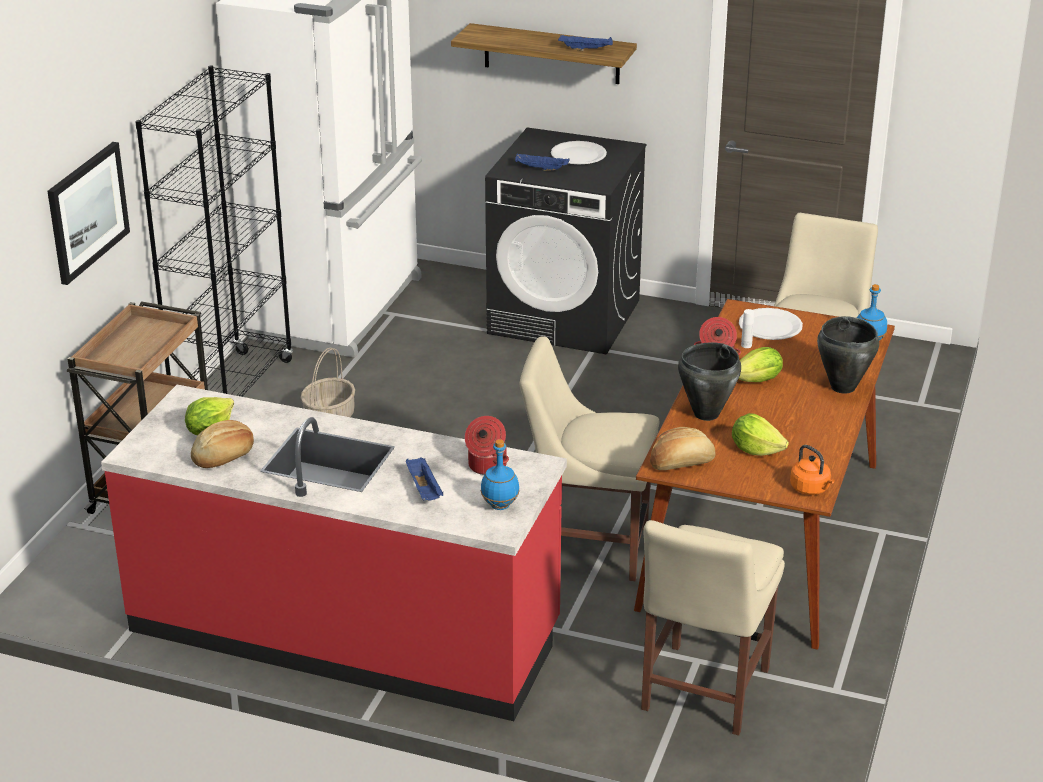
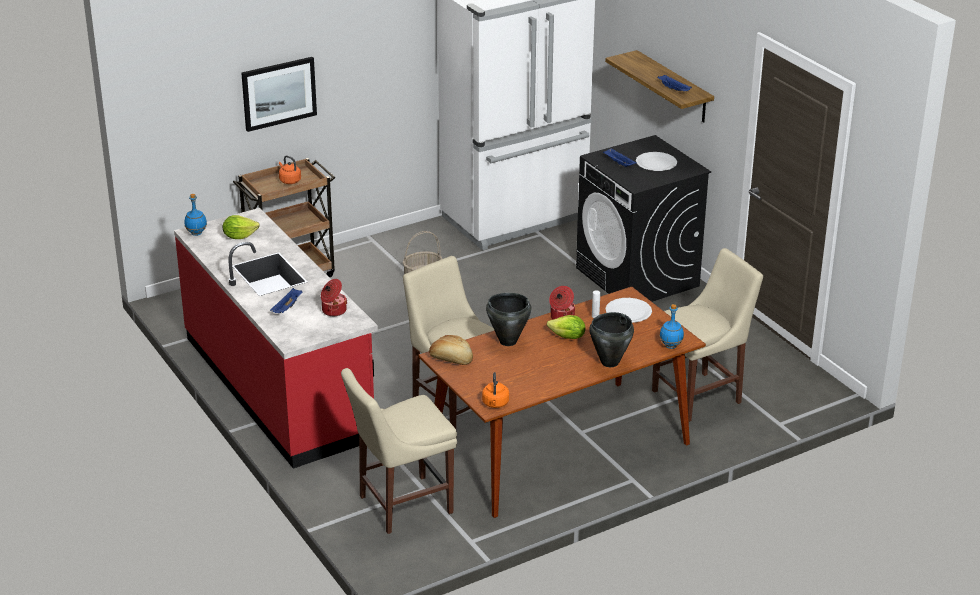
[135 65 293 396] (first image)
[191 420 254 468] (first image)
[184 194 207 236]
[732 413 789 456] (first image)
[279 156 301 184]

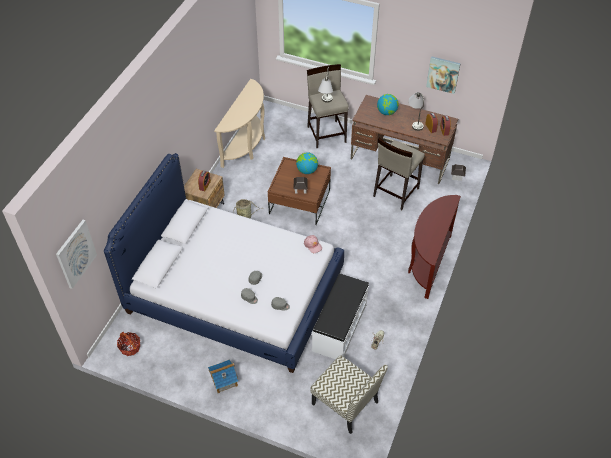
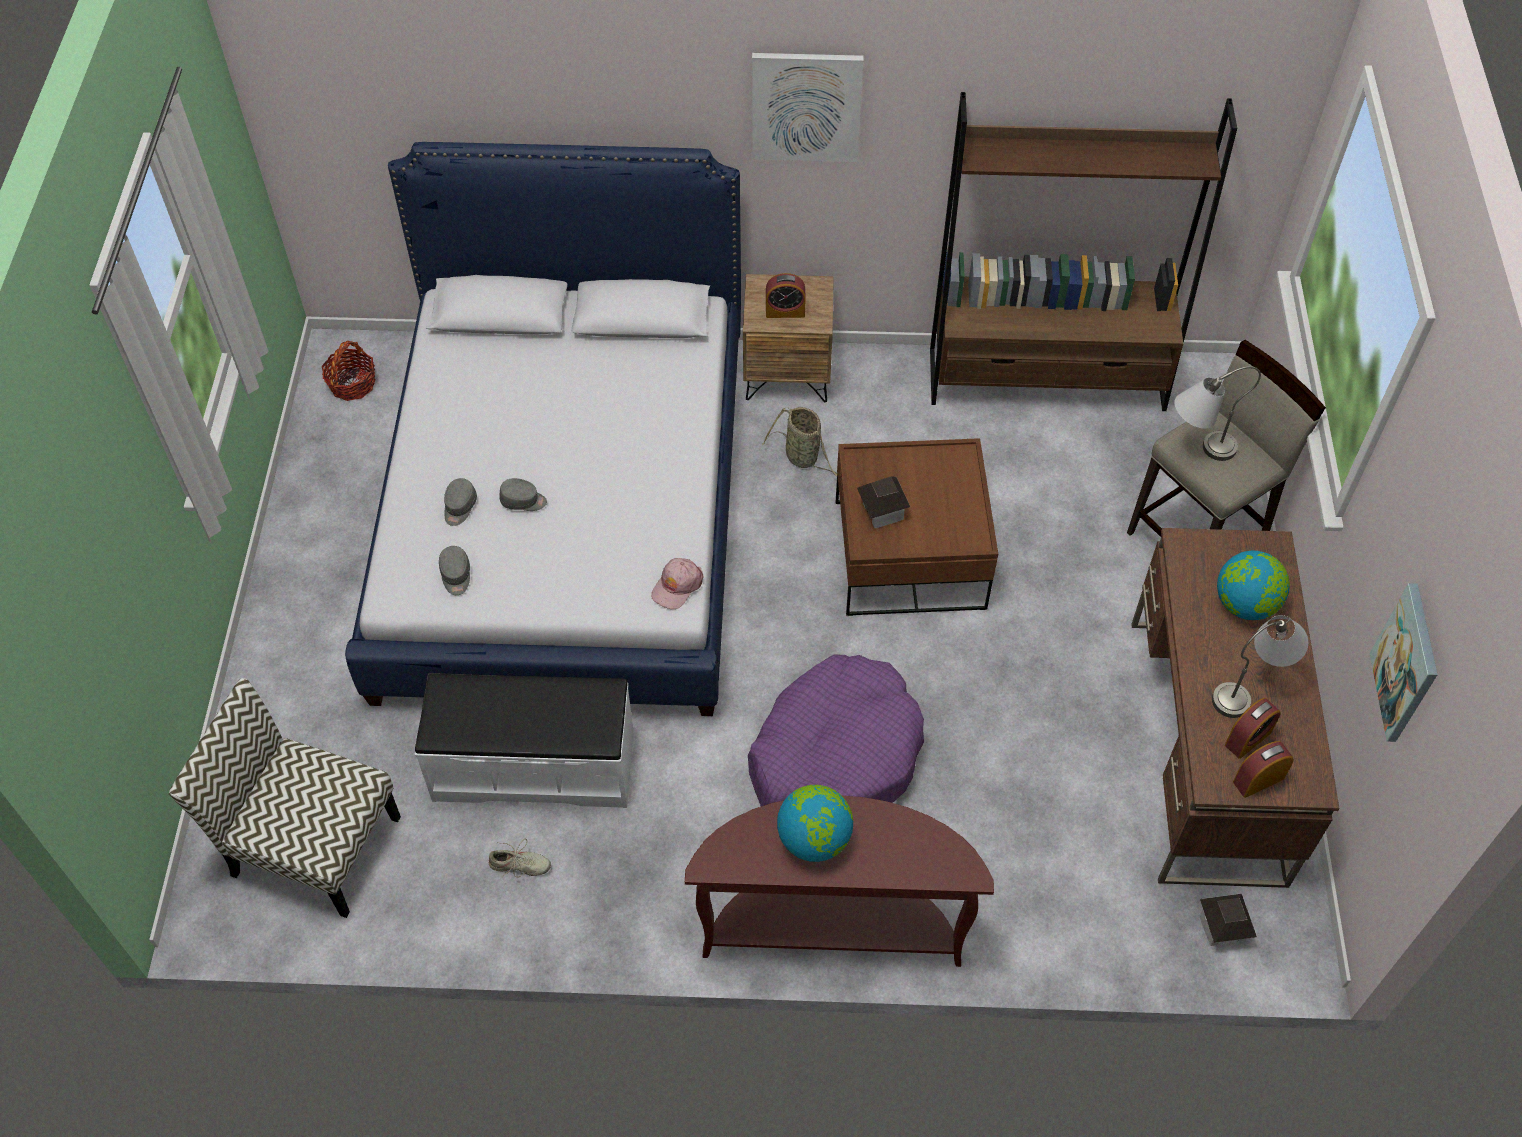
[752 53 863 162]
[208 360 238 393] (first image)
[930 92 1237 411]
[777 785 853 862]
[169 678 401 918]
[373 138 425 210] (first image)
[748 655 924 806]

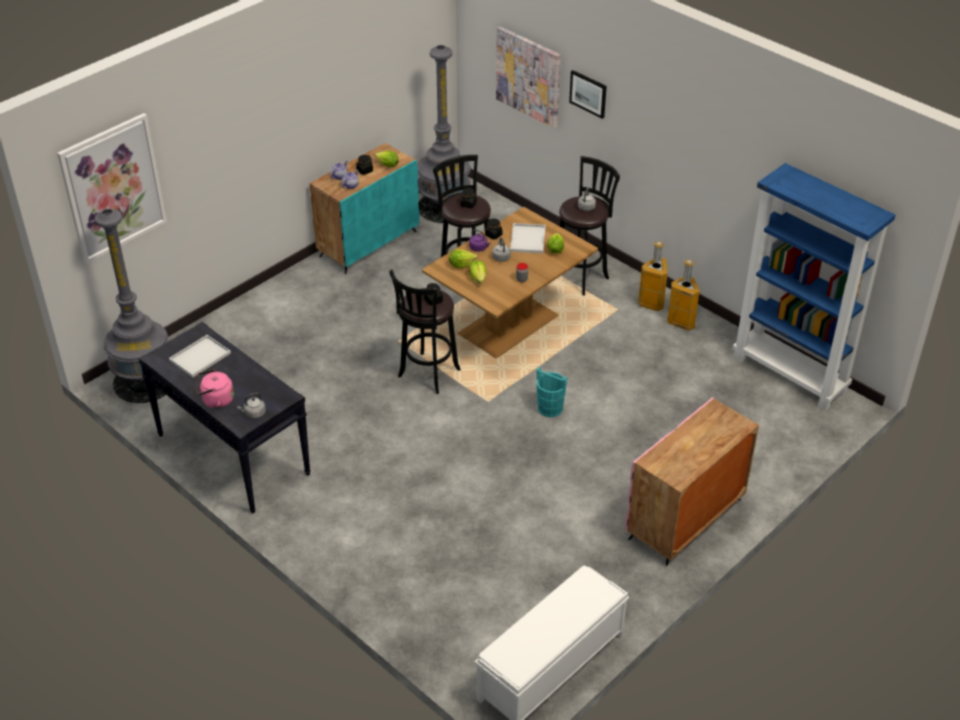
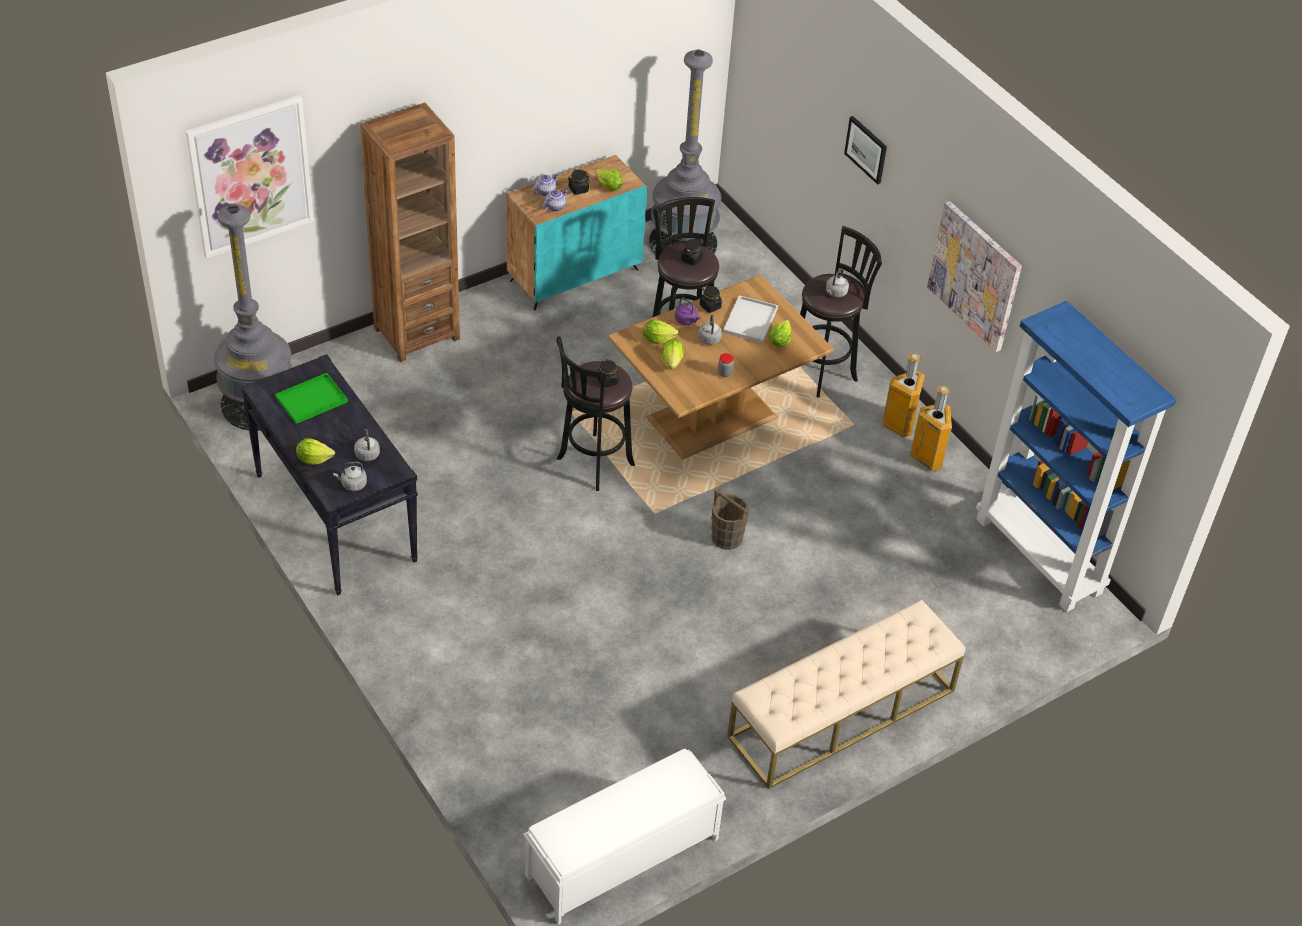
[275 373 348 424]
[296 438 335 465]
[927 201 1022 352]
[711 487 749 550]
[727 600 965 789]
[354 429 380 461]
[360 103 460 362]

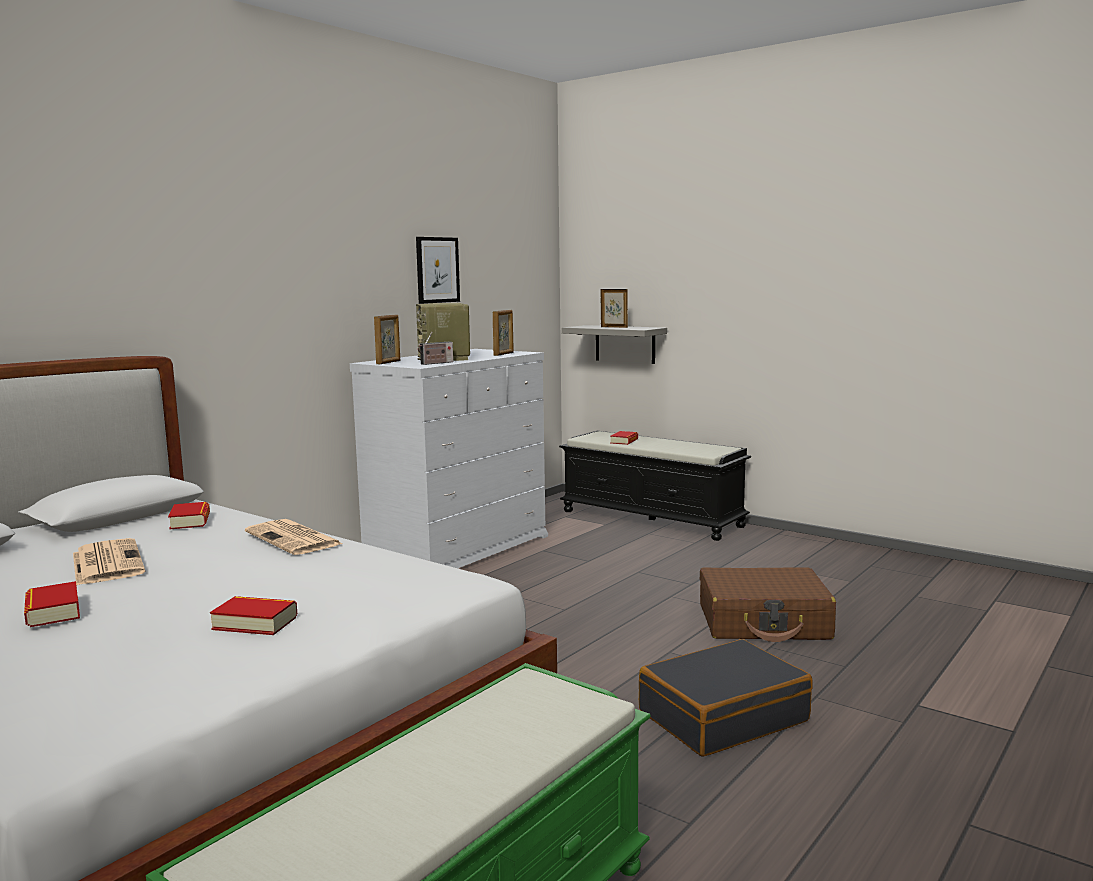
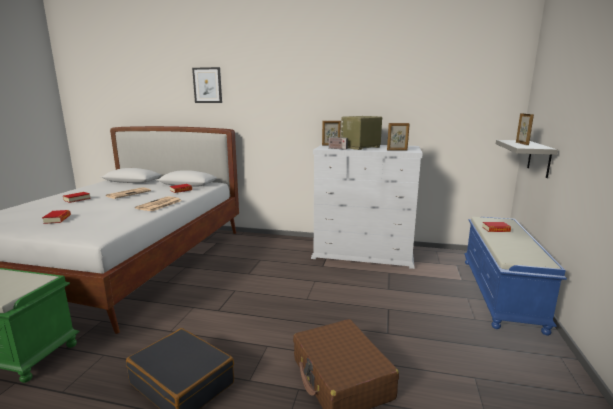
[192 67 222 103]
[464 217 567 335]

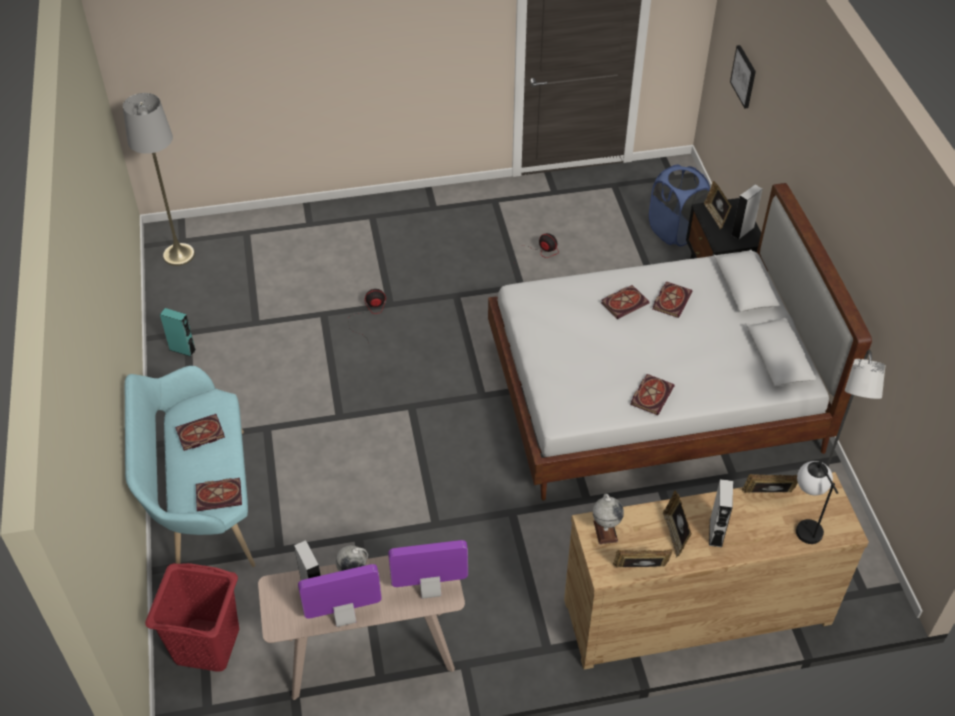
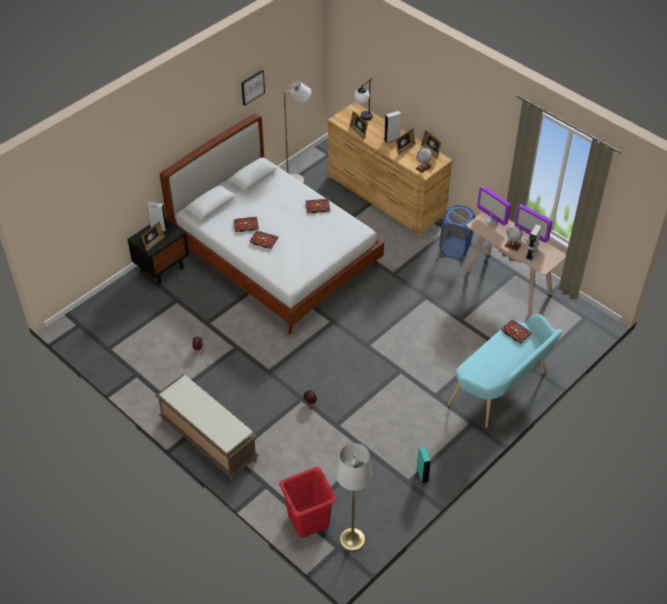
[279 467 336 538]
[175 414 225 451] (first image)
[440 205 475 259]
[241 70 265 106]
[155 374 259 480]

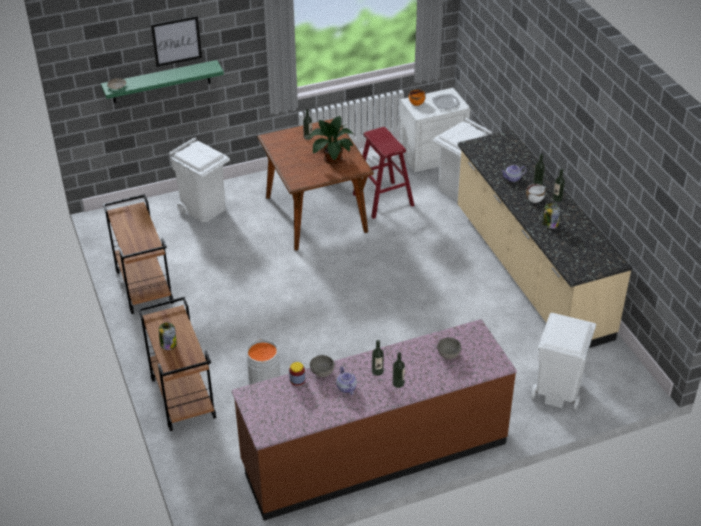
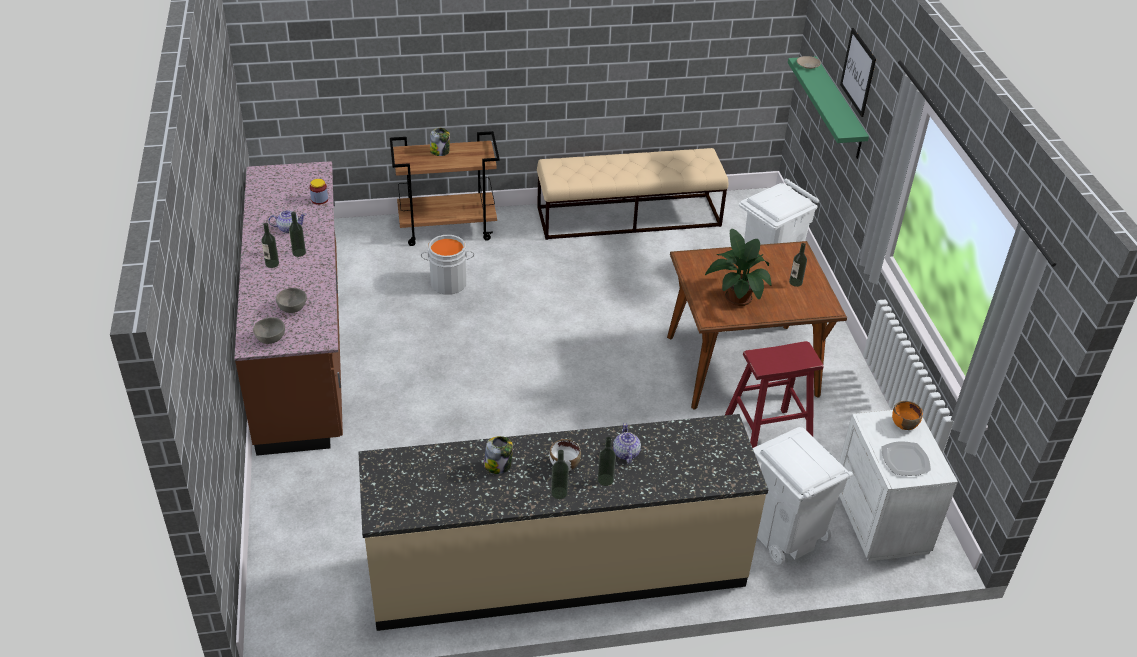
[537 148 728 240]
[253 317 285 344]
[531 313 596 410] (first image)

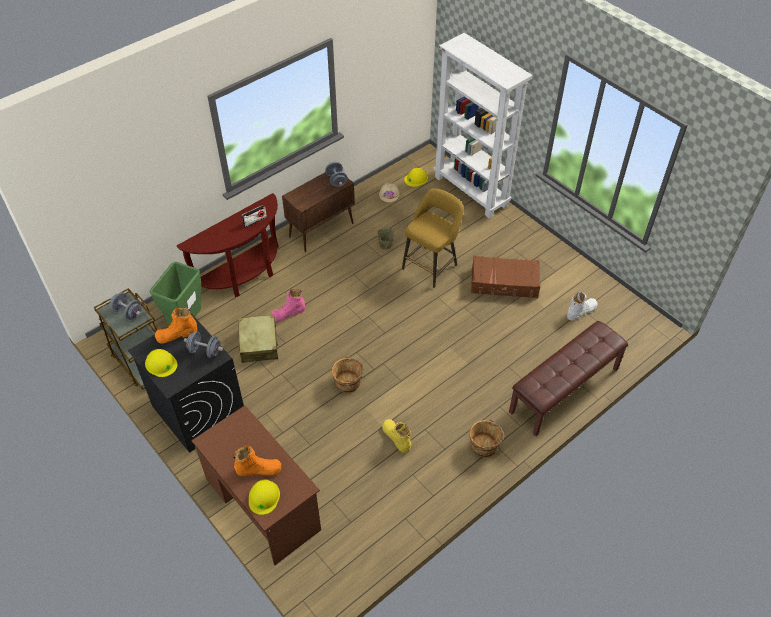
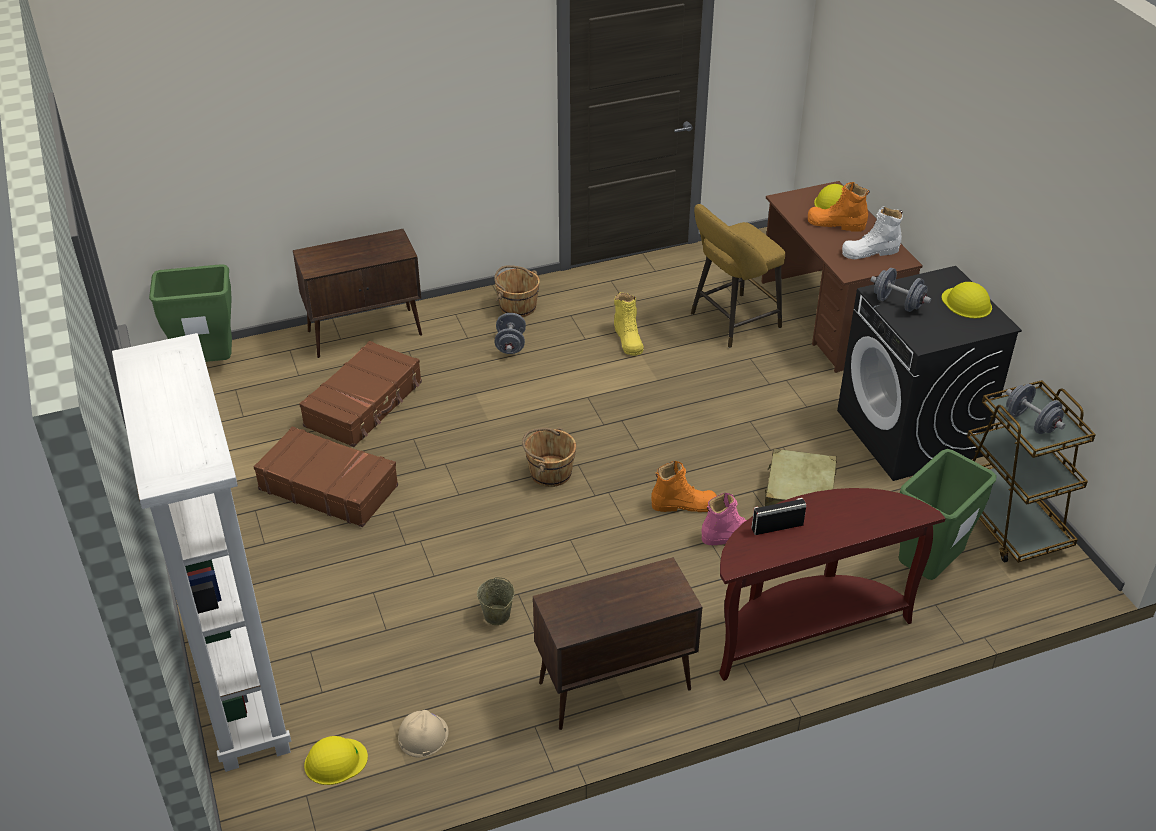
[651 461 717 512]
[495 313 526 354]
[522 427 576 487]
[691 204 785 348]
[293 229 422 358]
[842 206 903 259]
[149 264 232 362]
[299 341 422 447]

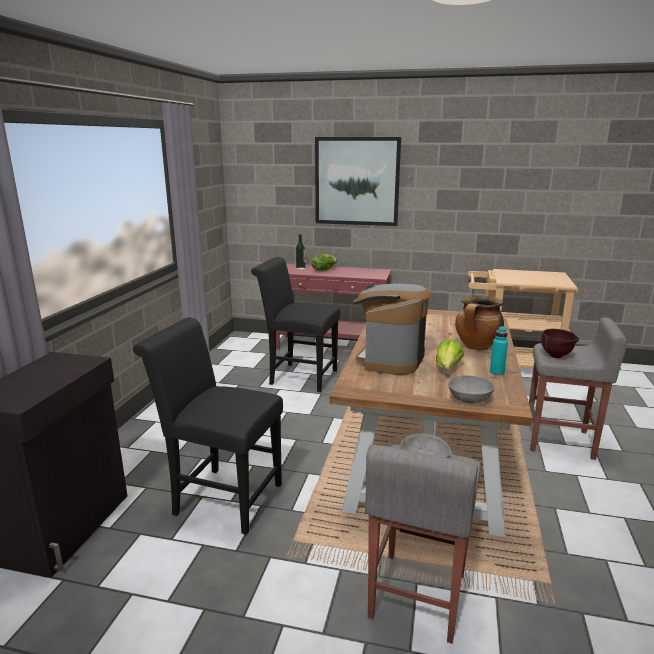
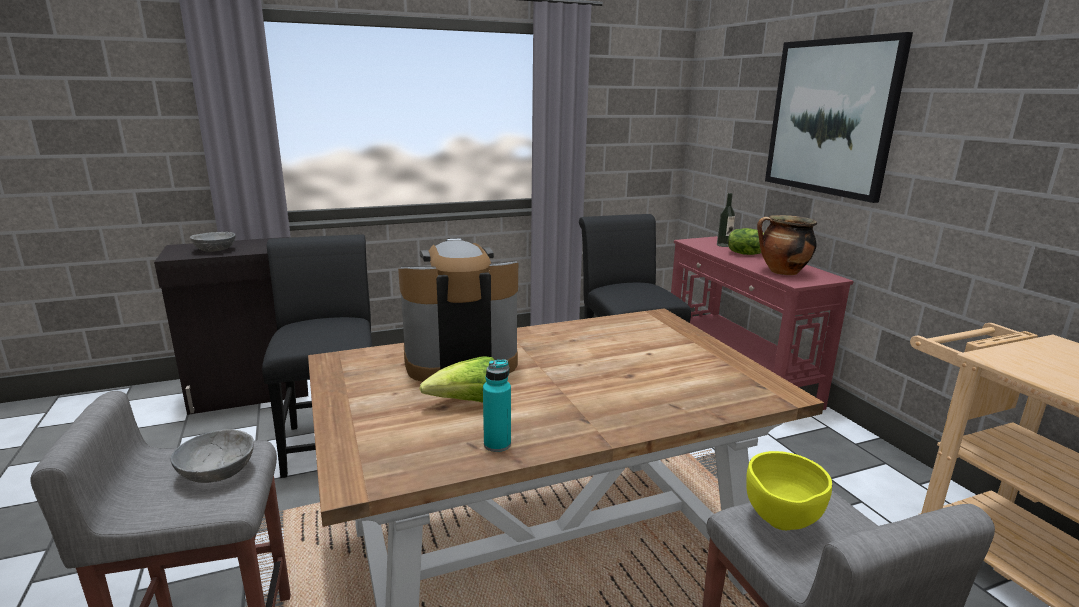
[190 232 235 252]
[757 215 817 275]
[746 451 832 530]

